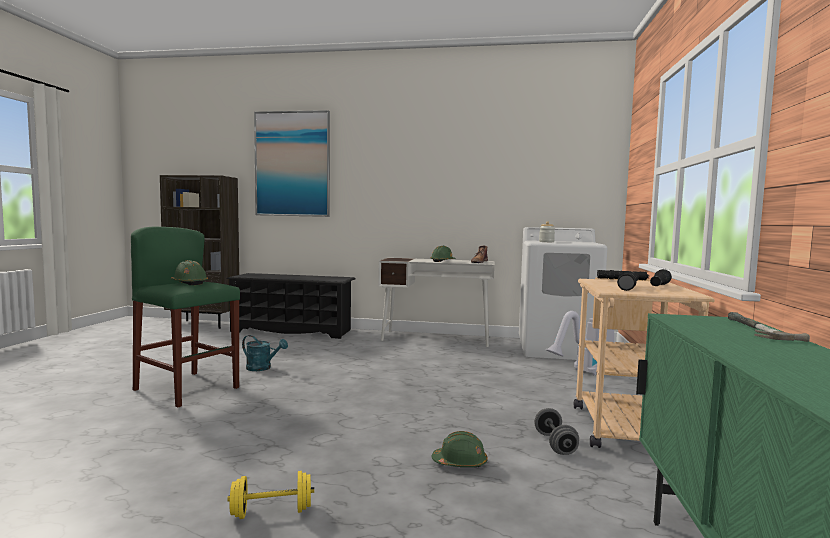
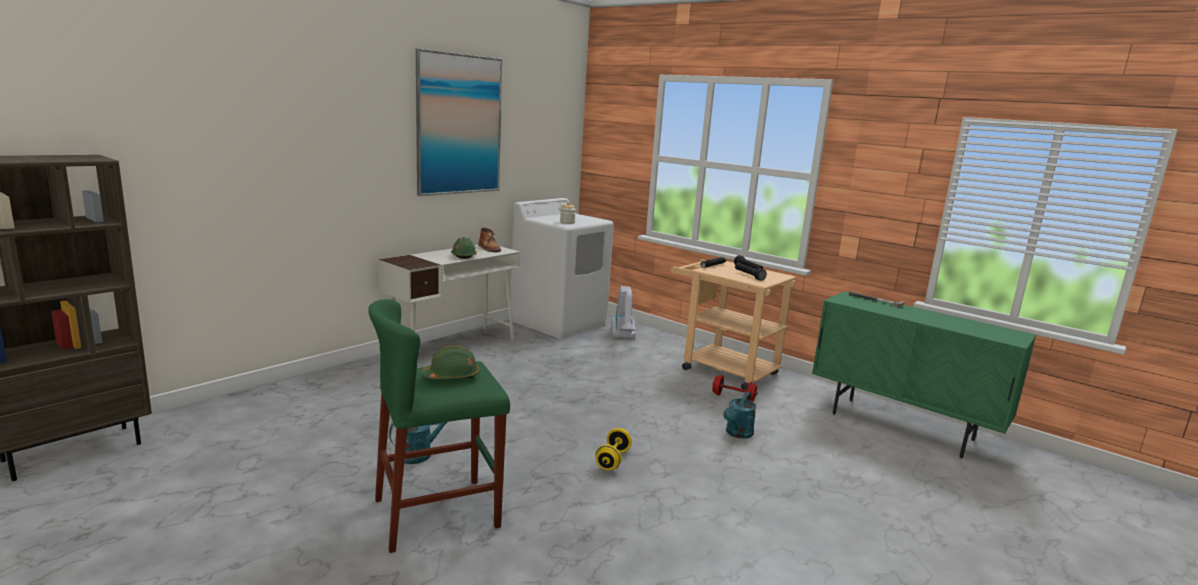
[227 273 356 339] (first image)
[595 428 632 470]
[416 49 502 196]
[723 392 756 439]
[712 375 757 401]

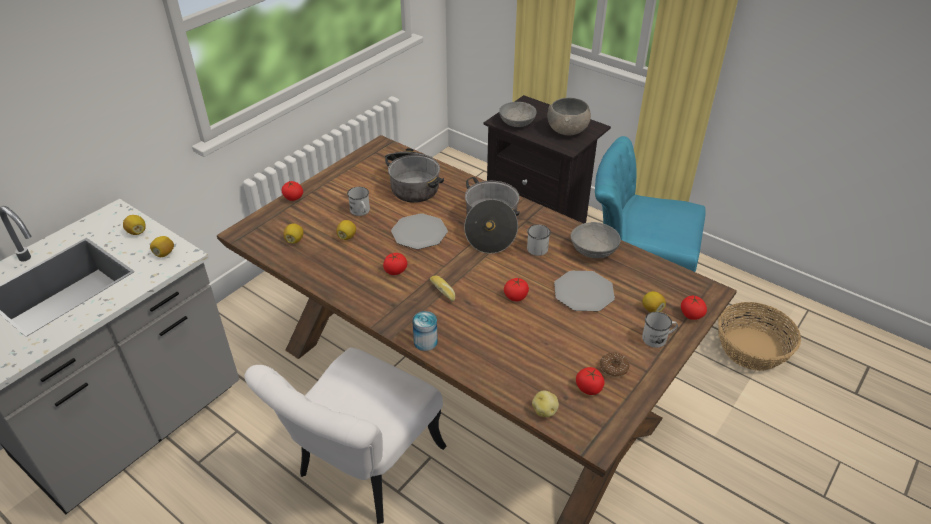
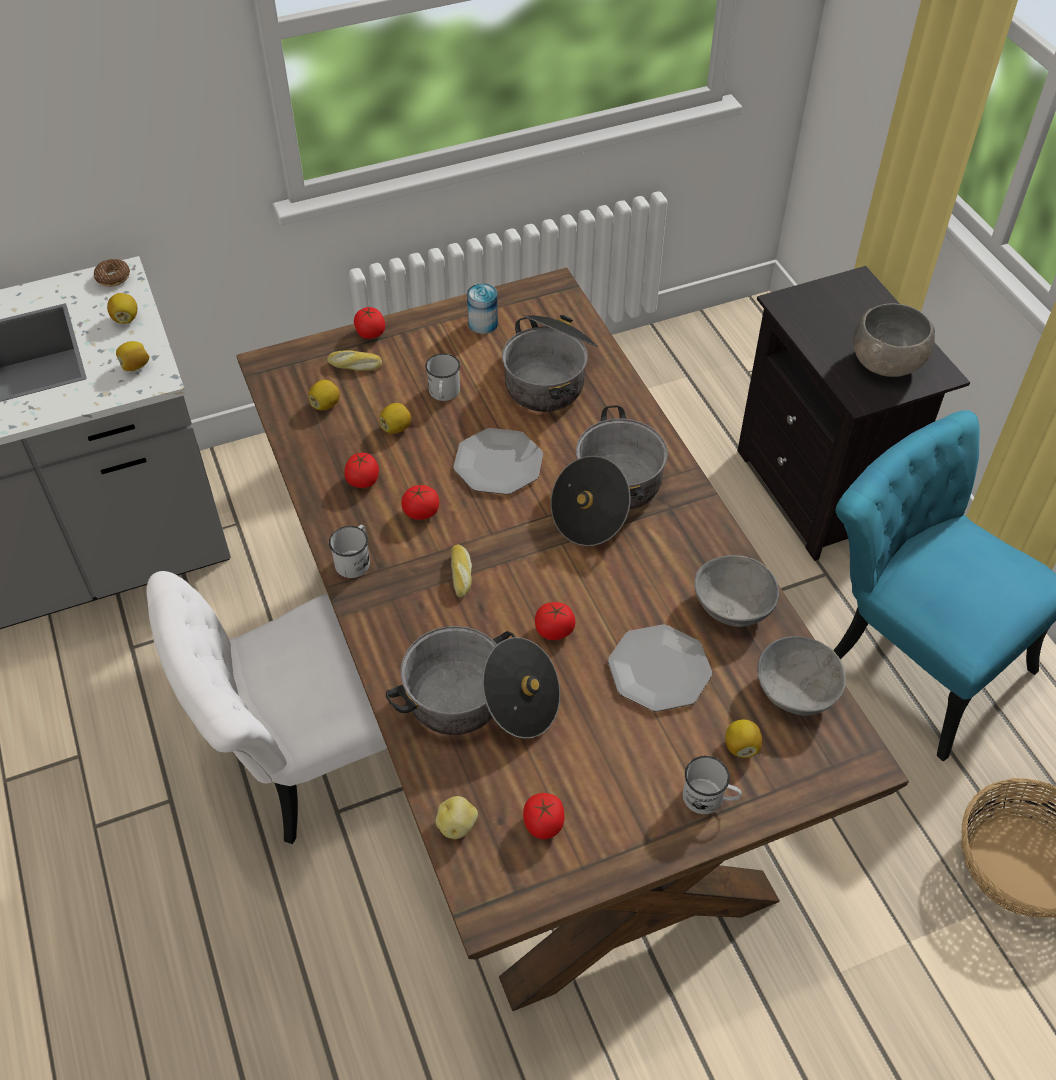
[467 283 498 334]
[758 636 846 715]
[329 525 370 578]
[94 259 130 287]
[344 453 379 488]
[327 350 382 371]
[386 626 560 738]

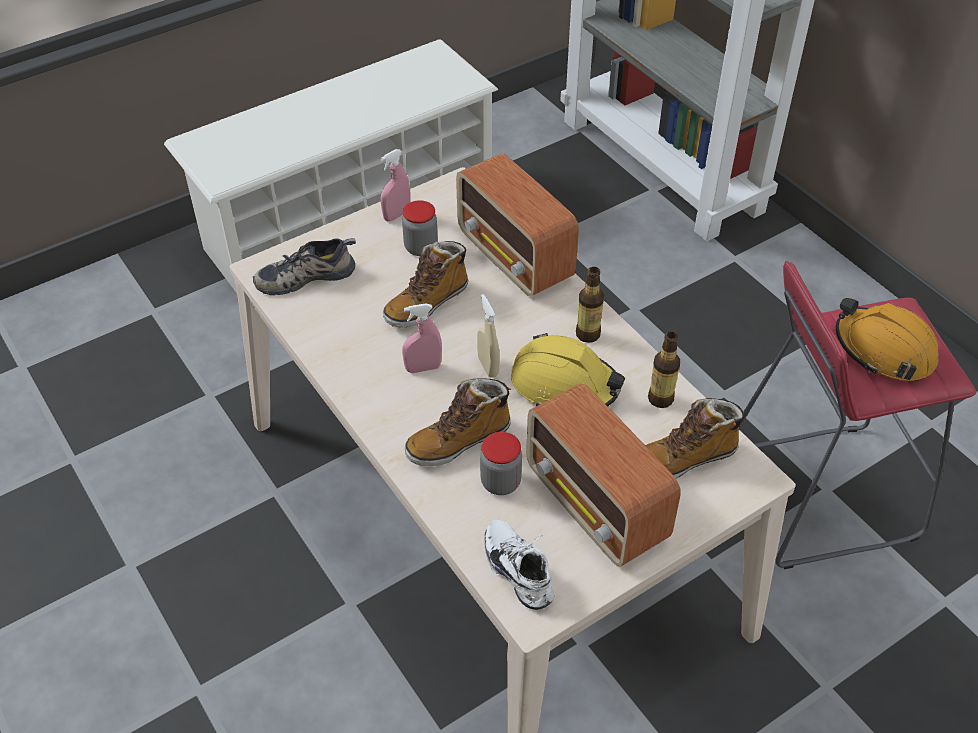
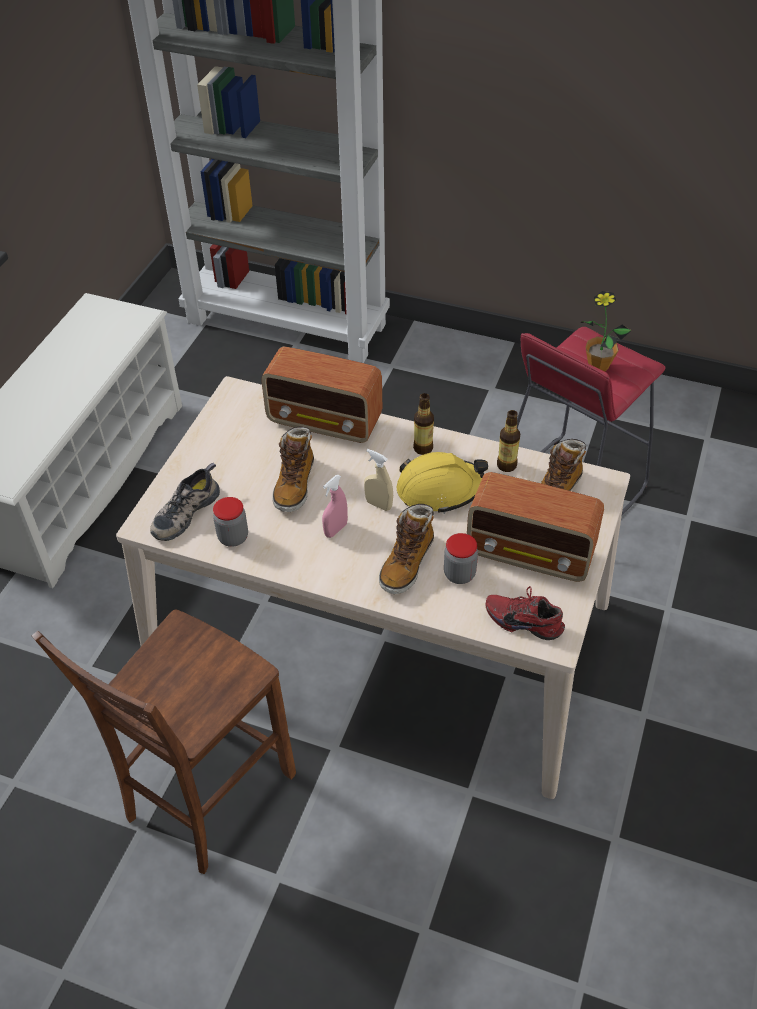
[381 149 410 221] (first image)
[213 497 248 547]
[486 586 565 640]
[581 291 632 372]
[32 610 296 874]

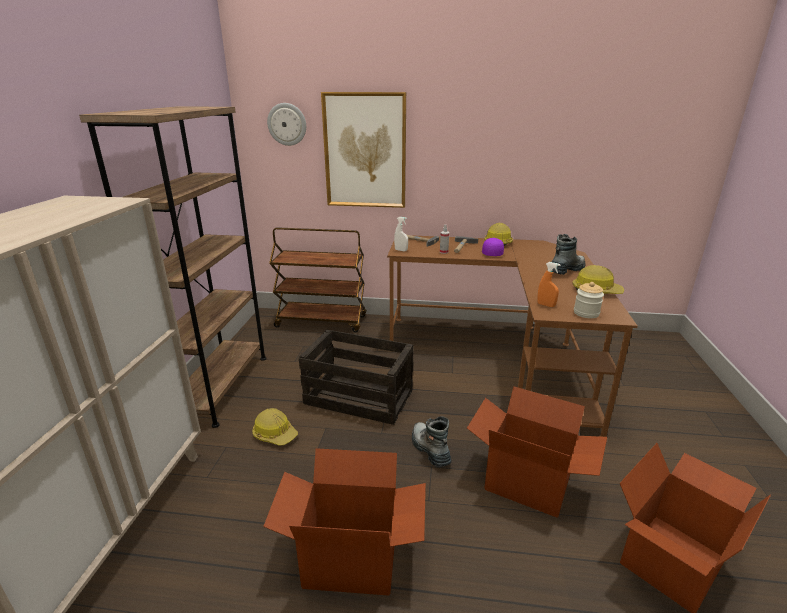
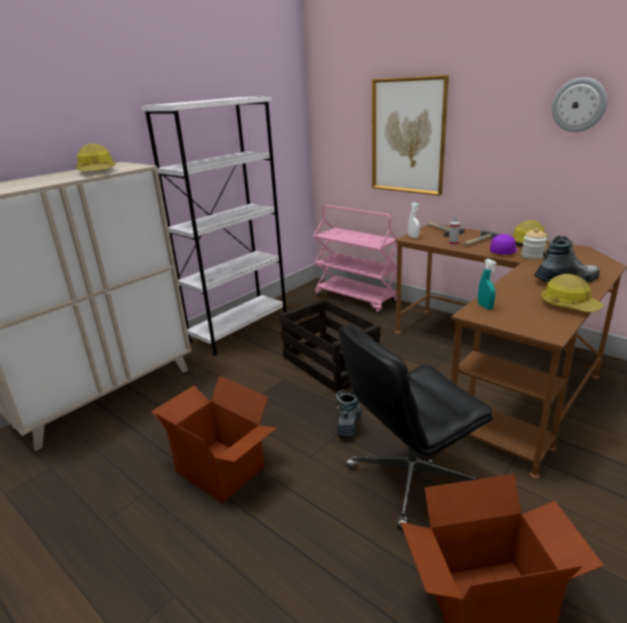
[141 96 287 356]
[76 143 116 171]
[552 77 607 132]
[313 205 398 314]
[339 325 493 530]
[478 259 496 310]
[522 228 547 260]

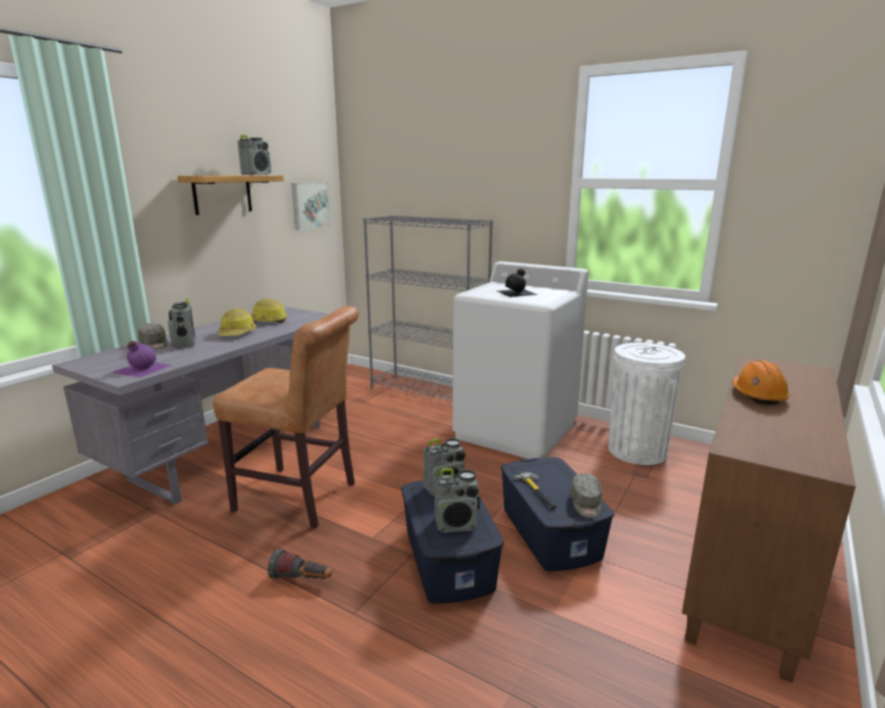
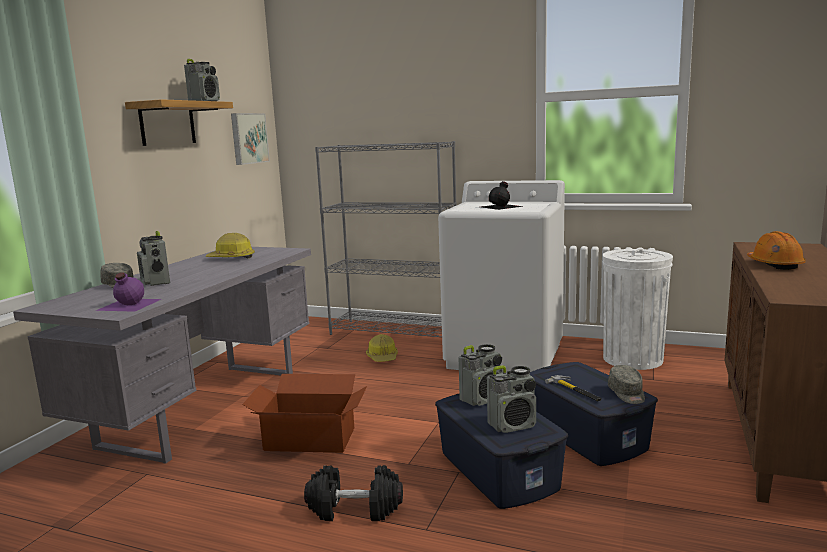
[242 374 367 453]
[366 334 398 362]
[304 465 403 521]

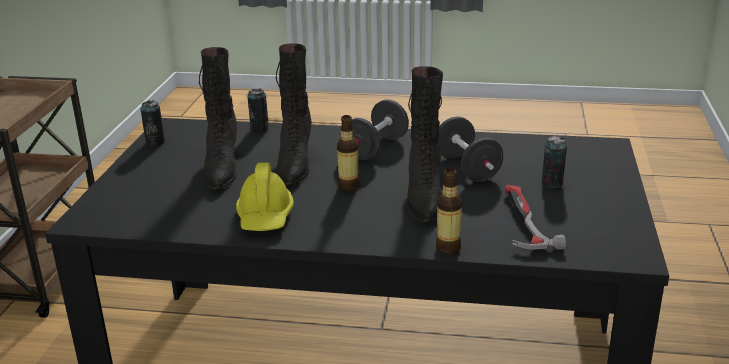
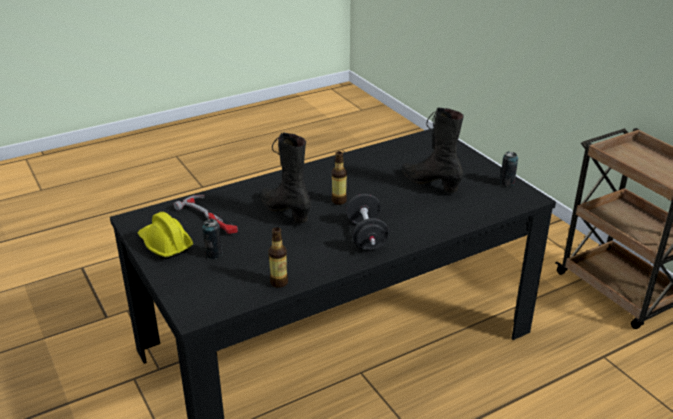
[138 212 193 259]
[247 89 269 134] (first image)
[276 43 312 185] (first image)
[268 227 288 288]
[439 116 504 182] (first image)

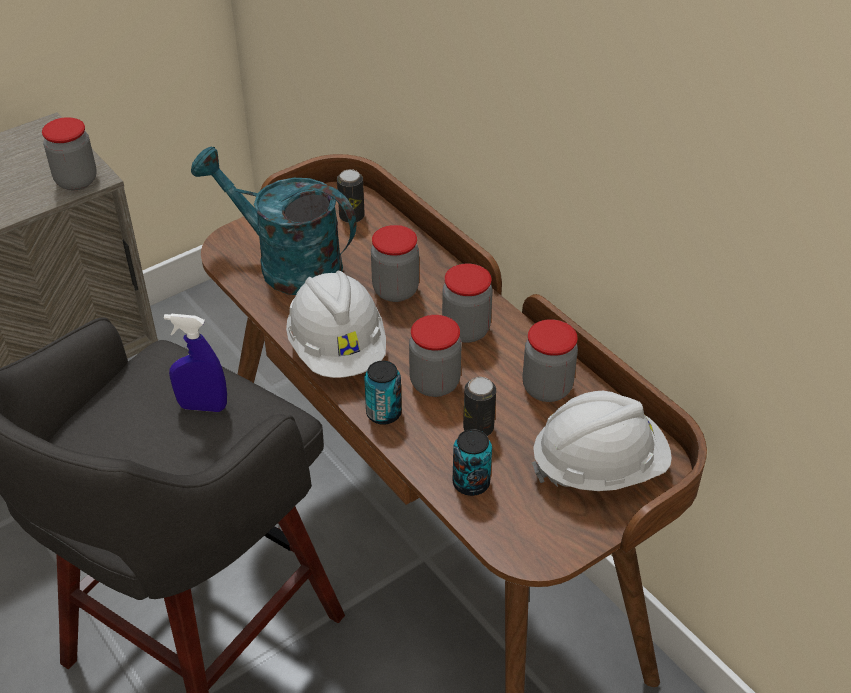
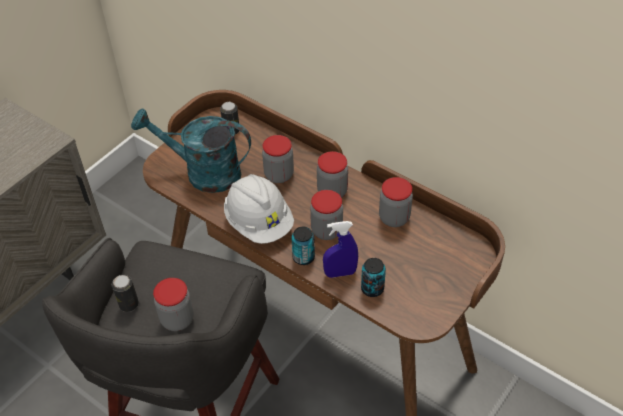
[153 278 194 331]
[323 221 358 278]
[112 275 139 312]
[532 391 672 491] (first image)

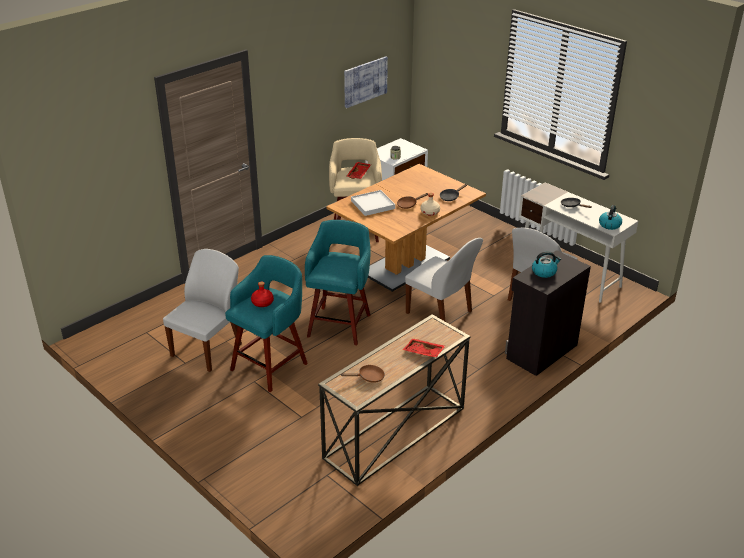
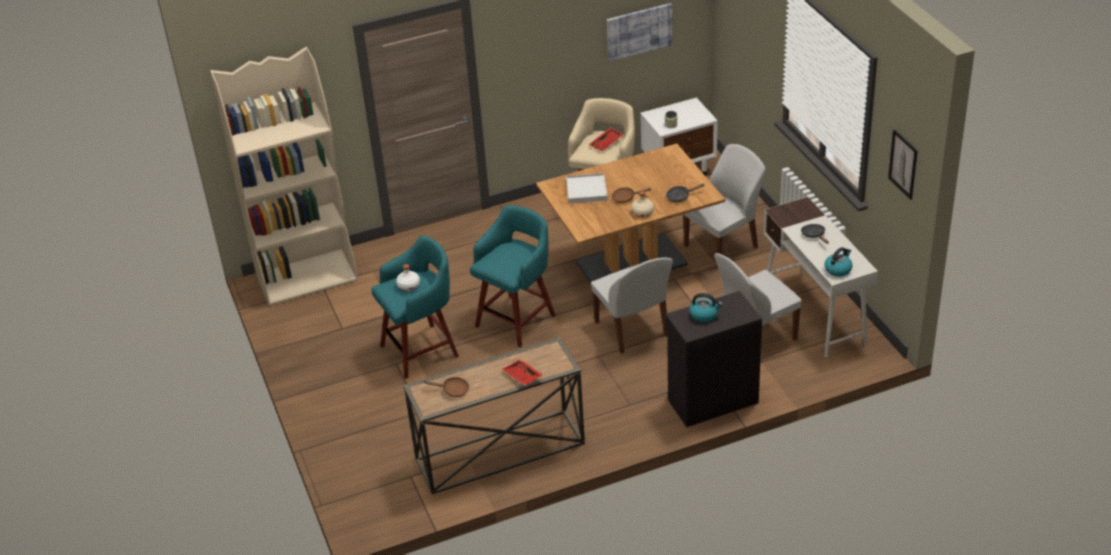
[683 144 765 268]
[396 264 420 291]
[210 47 358 306]
[888 129 918 200]

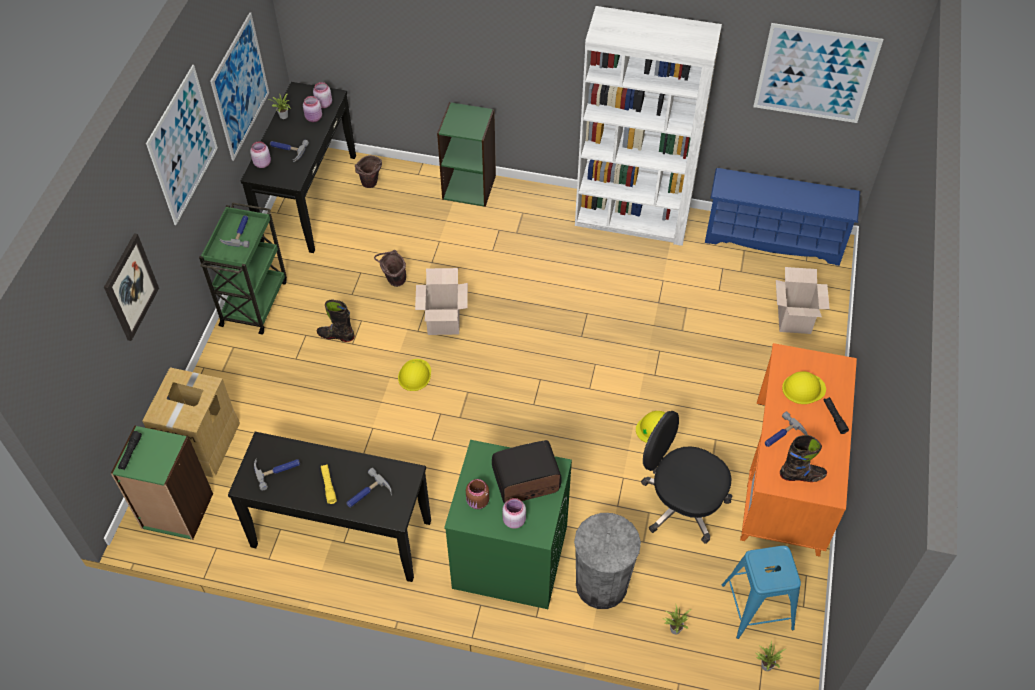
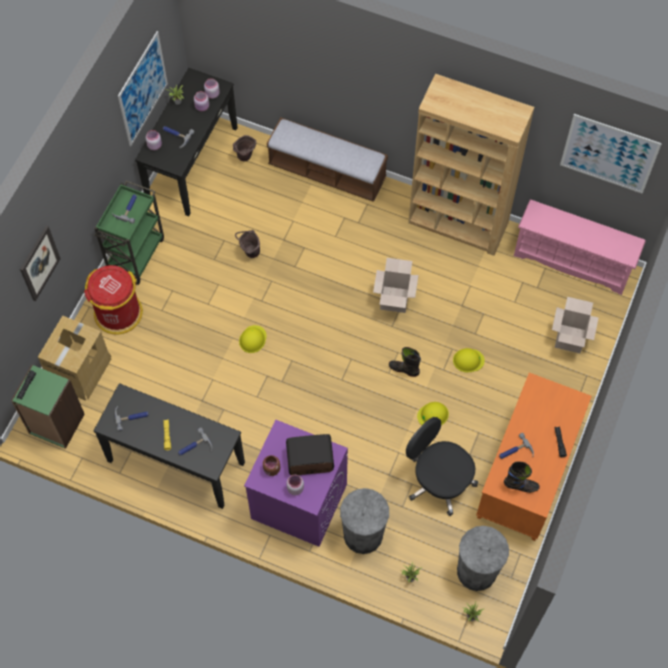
[146 65 218 225] (first image)
[389 347 421 377]
[373 258 419 313]
[267 117 388 202]
[244 420 348 547]
[408 74 534 256]
[514 200 646 295]
[457 526 509 591]
[453 348 485 373]
[84 265 143 335]

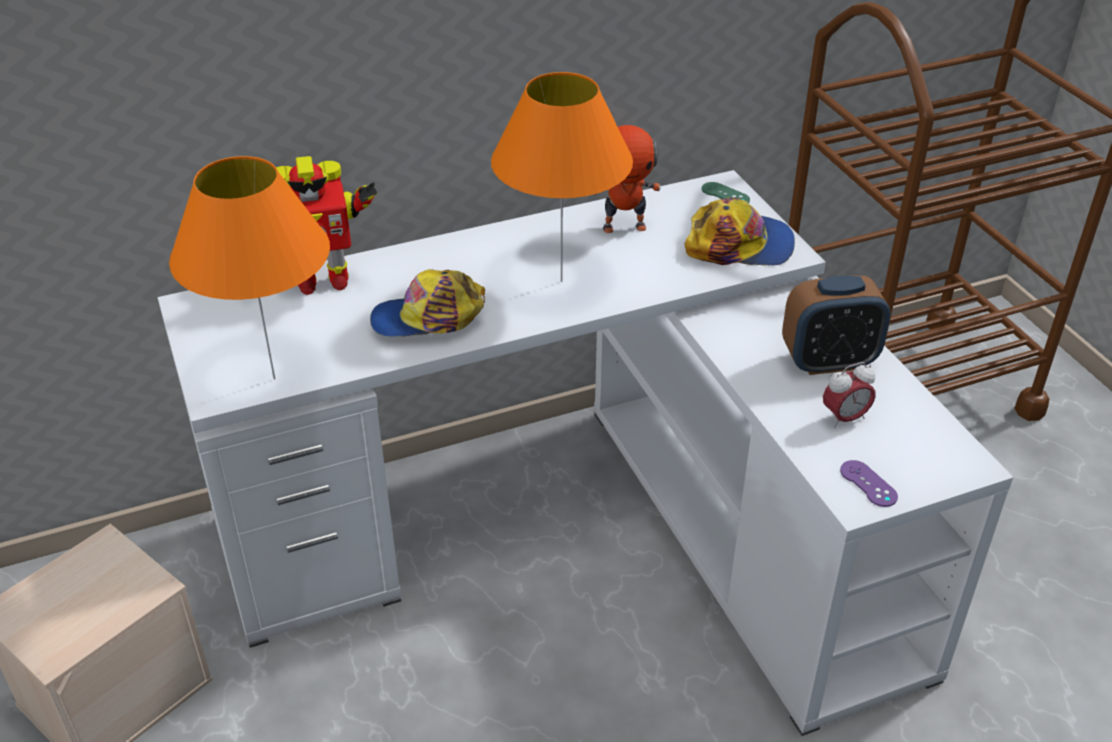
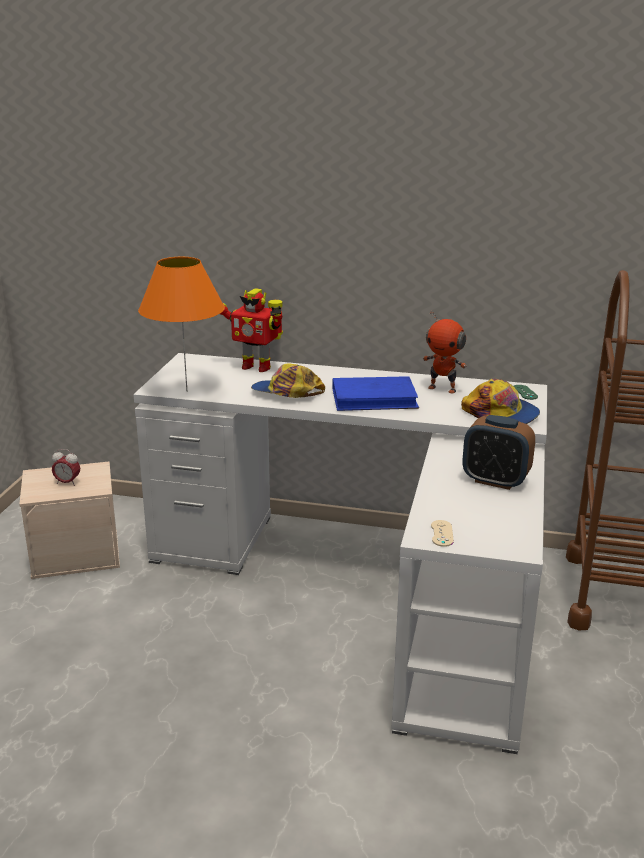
[332 376 419 411]
[52 449 80 486]
[431 520 454 547]

